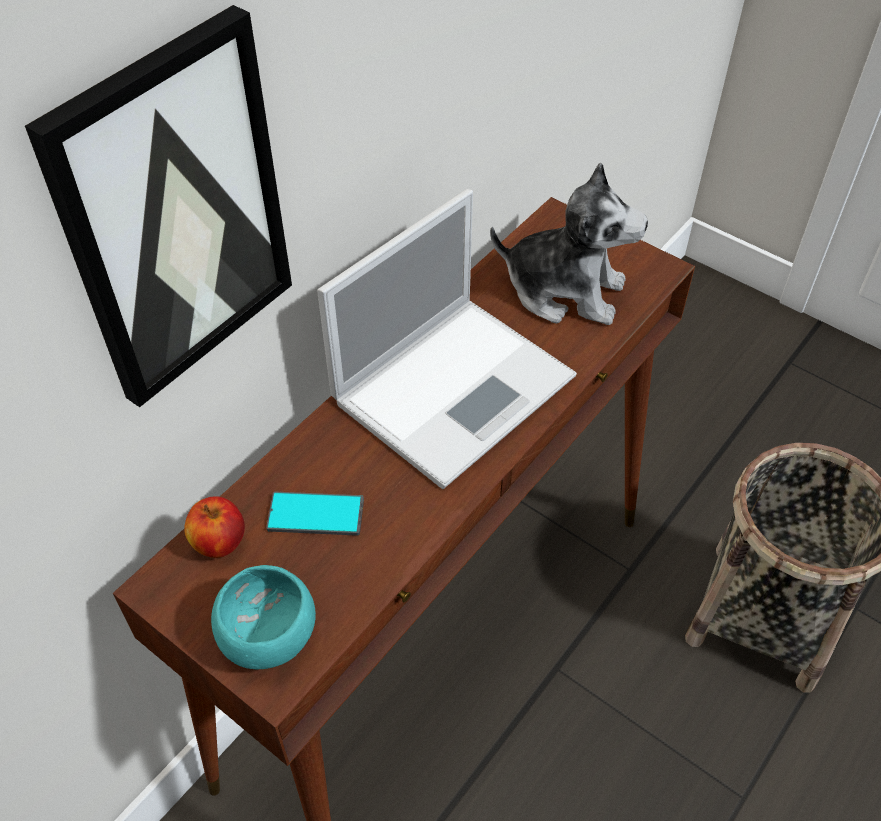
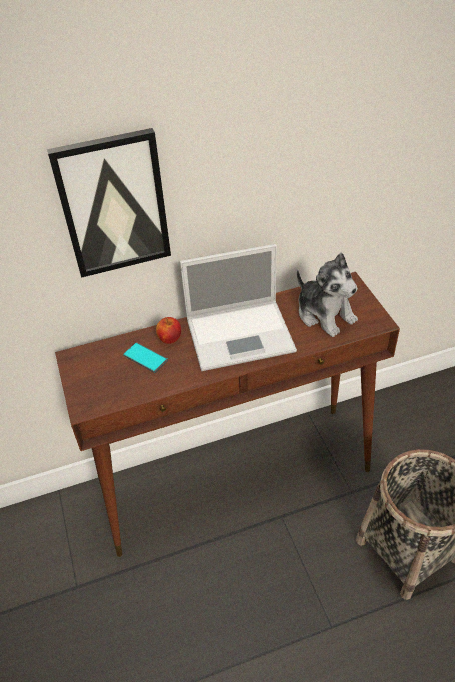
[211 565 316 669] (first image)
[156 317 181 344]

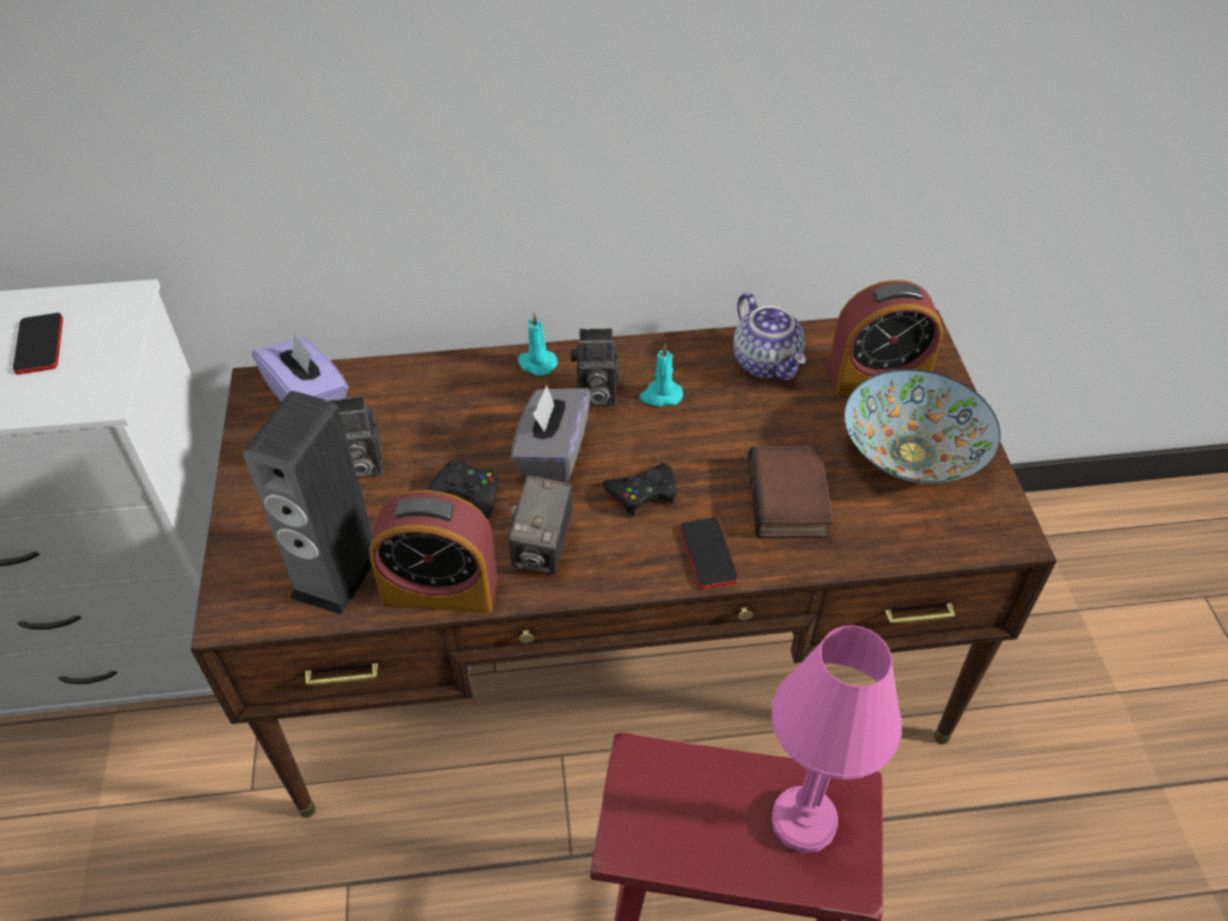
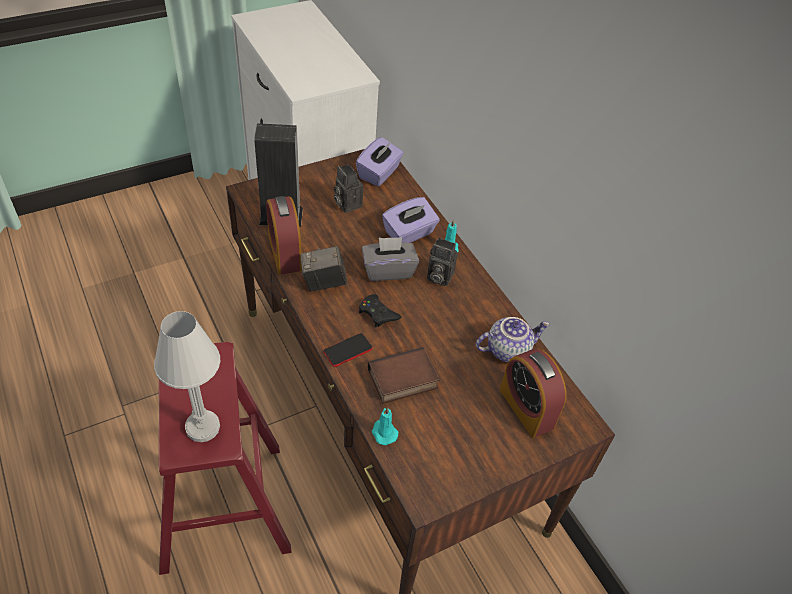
[13 313 63 375] (first image)
[427 459 498 520] (first image)
[844 369 1001 484] (first image)
[382 197 440 243]
[372 407 398 445]
[154 311 220 442]
[427 238 458 286]
[476 317 550 362]

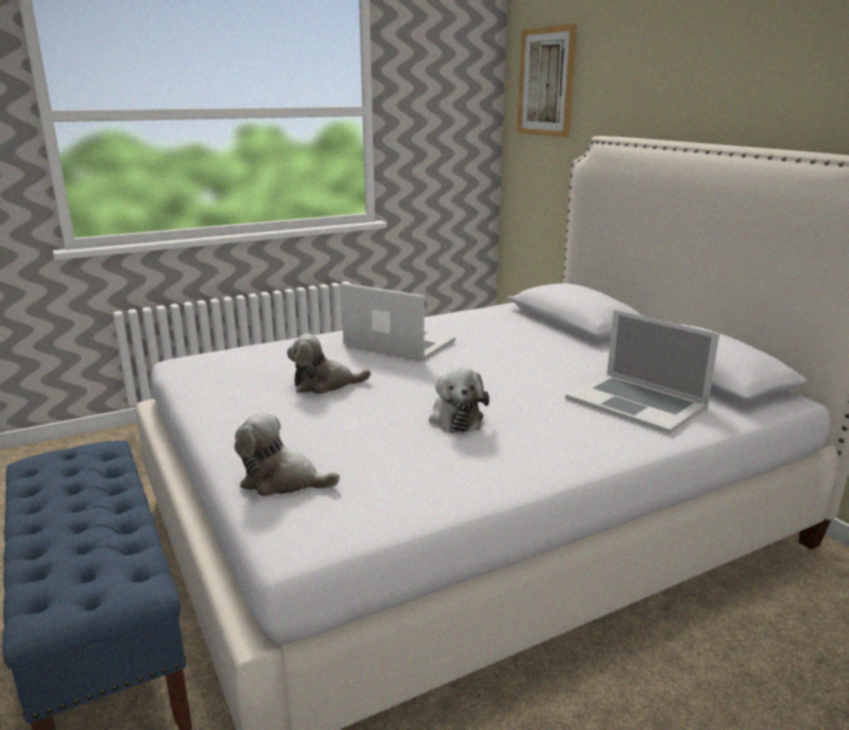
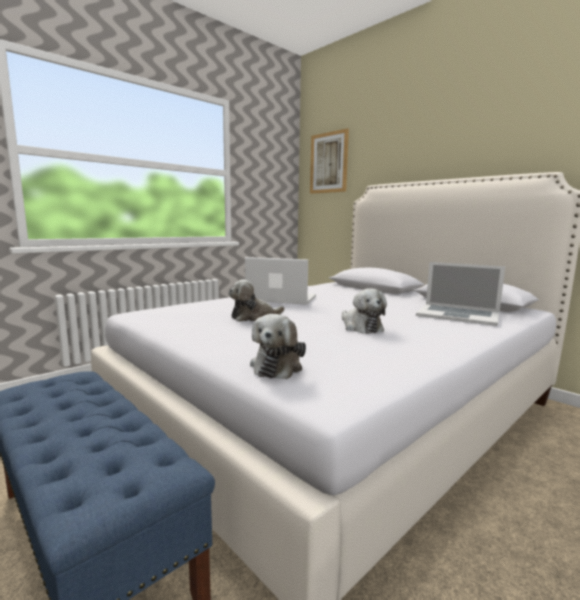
[250 314 306 379]

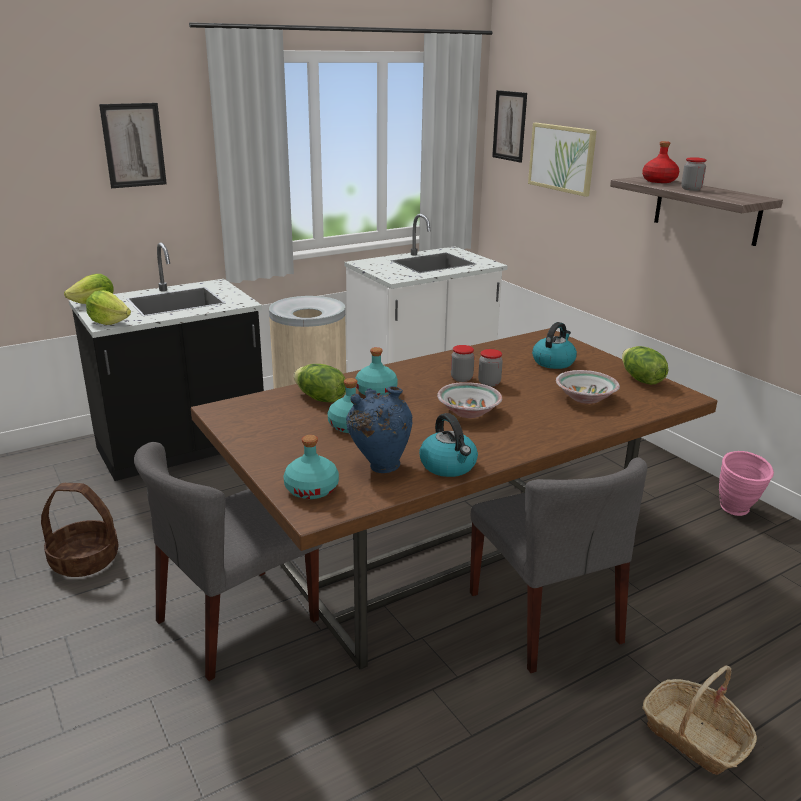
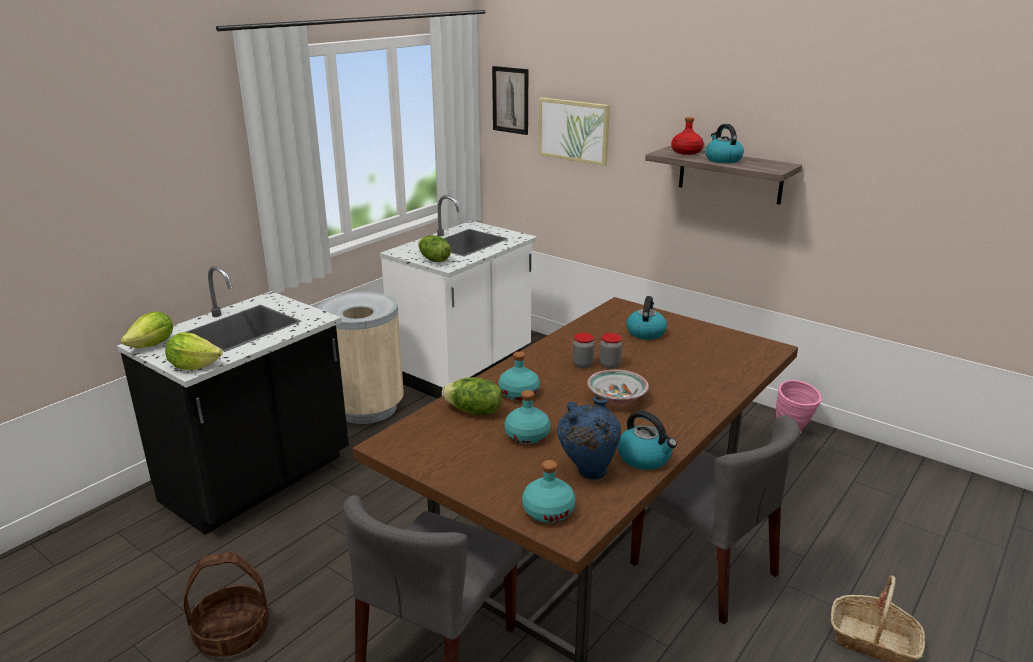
[99 103 167 188] (first image)
[556 370 620 404] (first image)
[418 235 451 262]
[705 124 744 163]

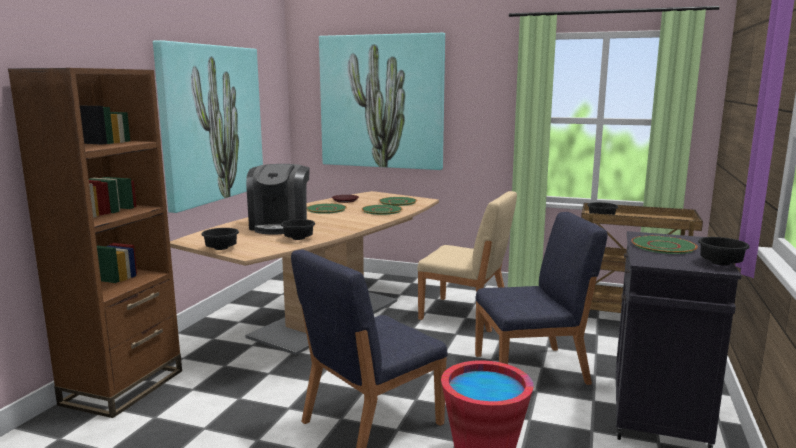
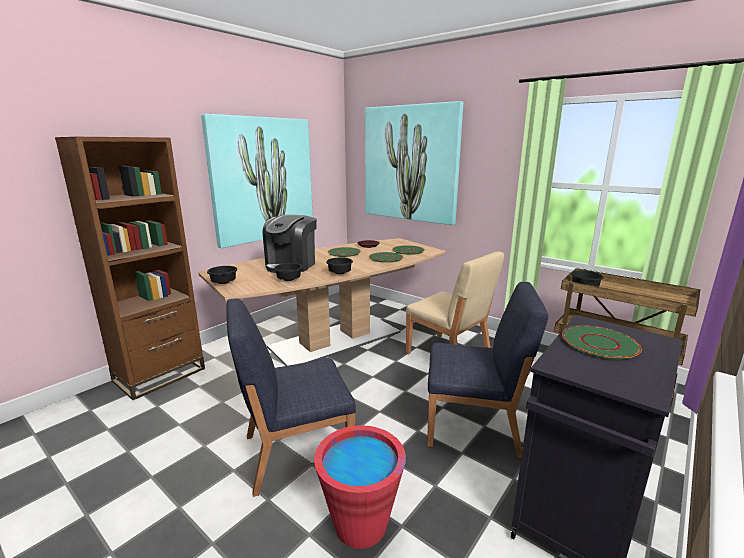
[326 257 353 274]

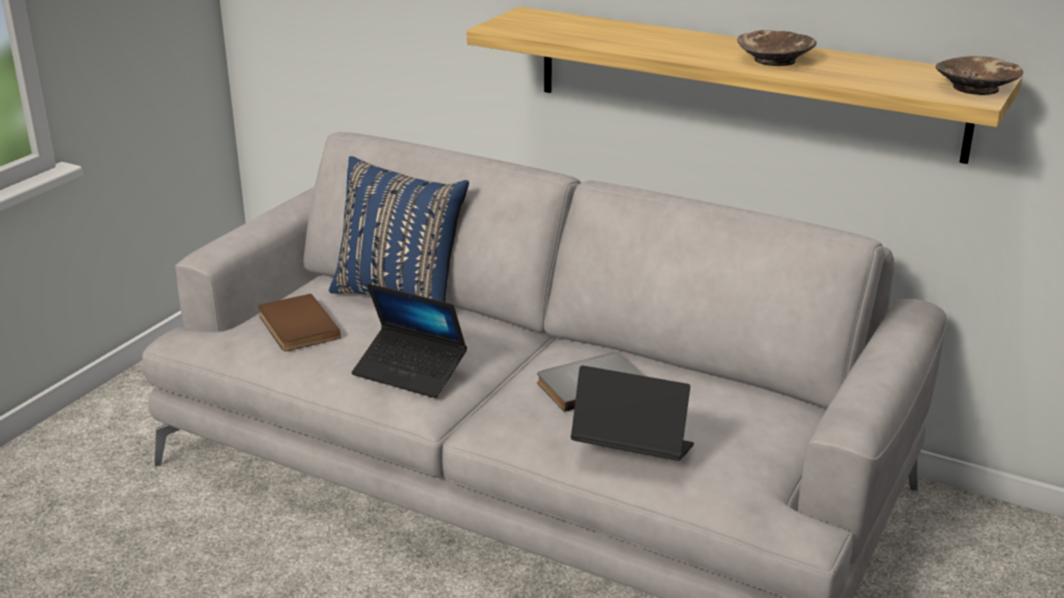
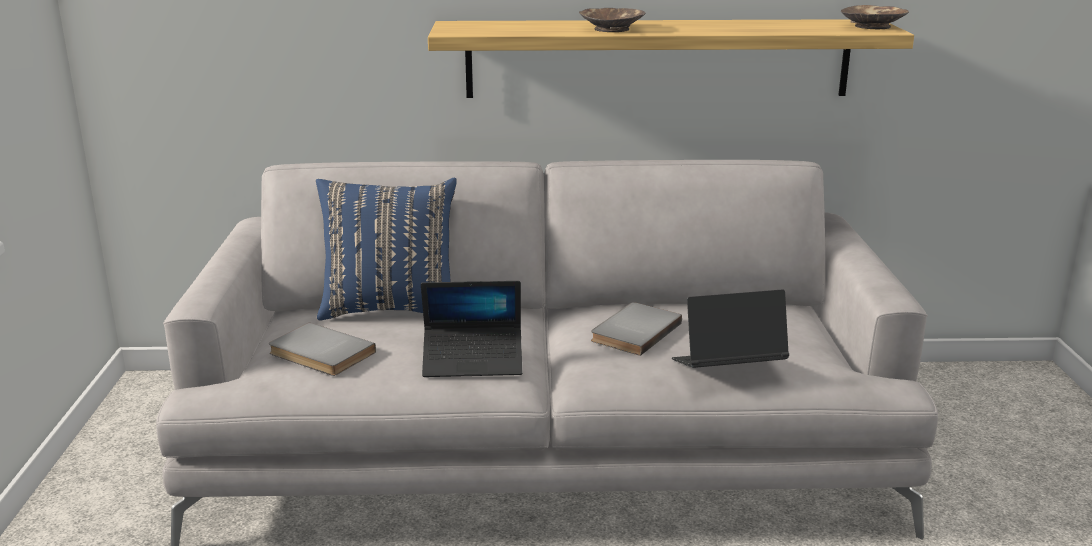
[579 8 646 32]
[269 322 376 376]

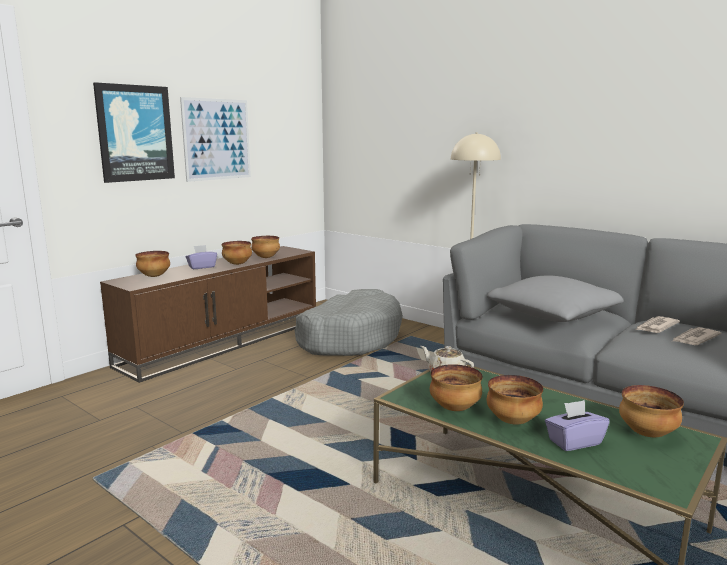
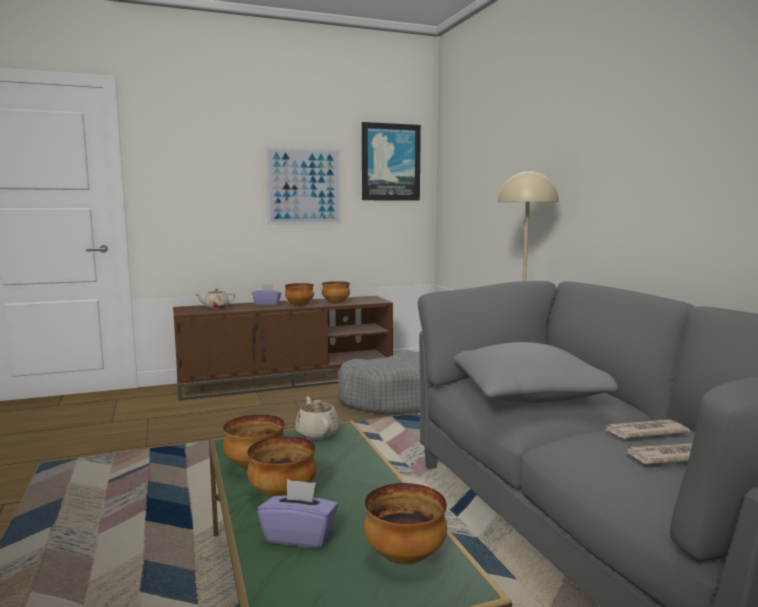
[362 122 421 201]
[196 288 235 309]

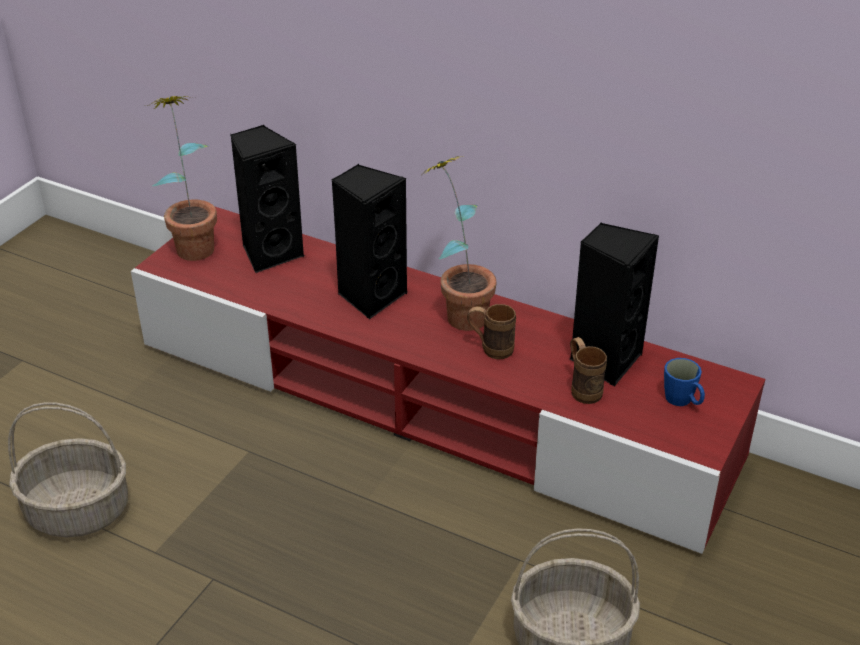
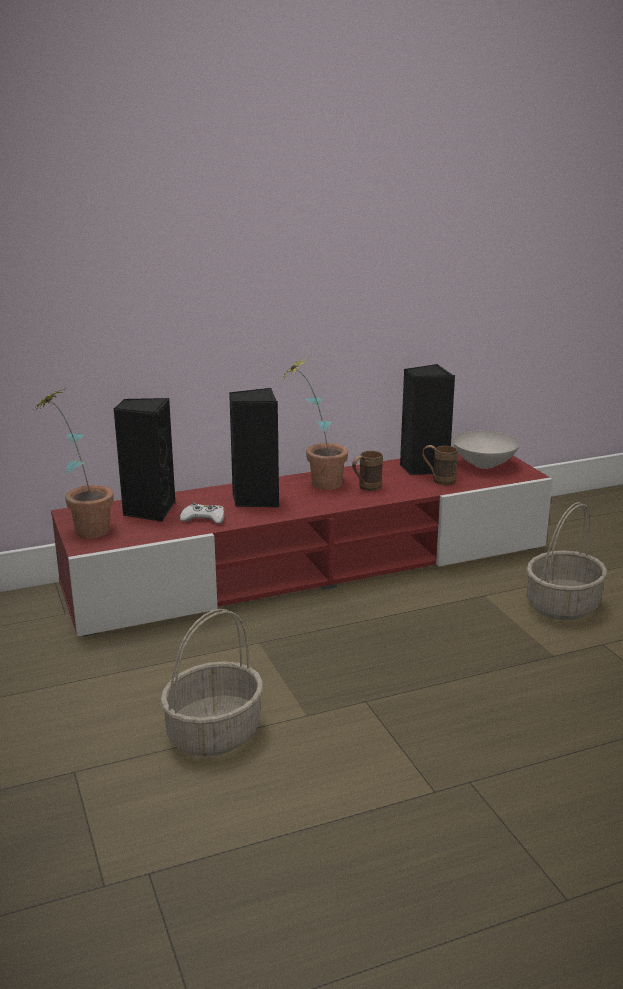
[180 502 224 524]
[453 431 520 469]

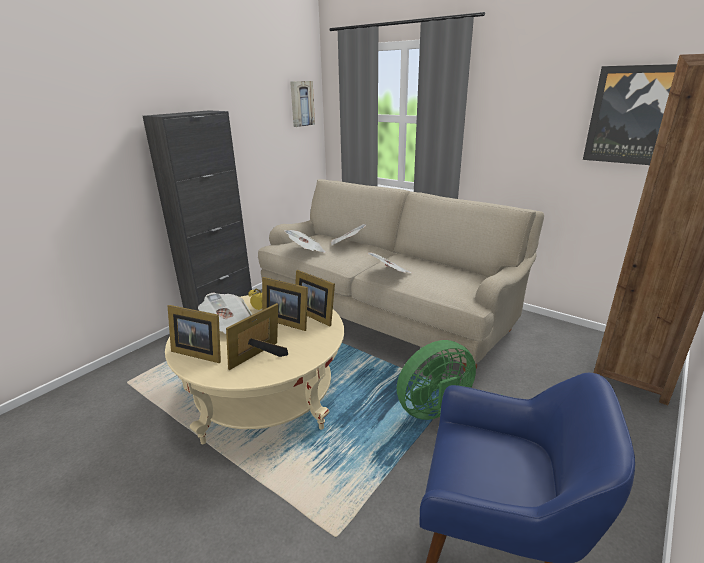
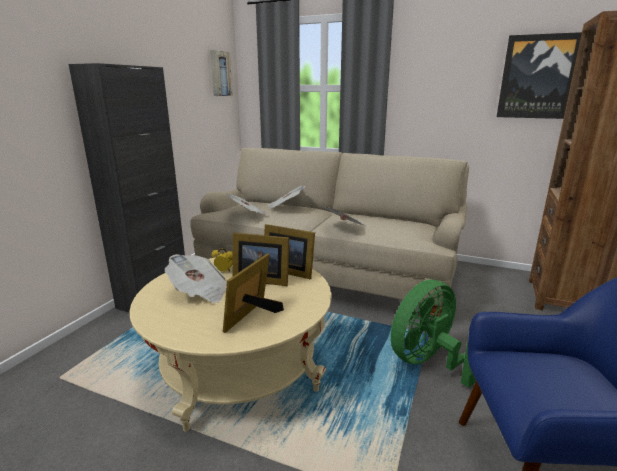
[168 305 221 363] (first image)

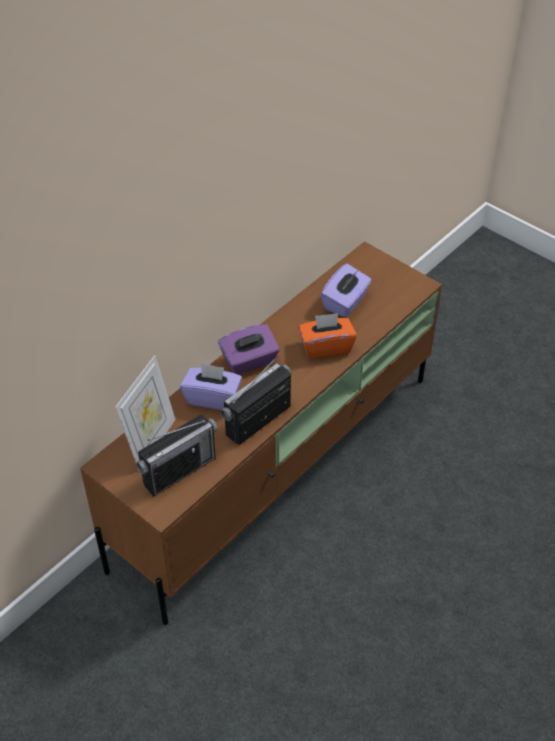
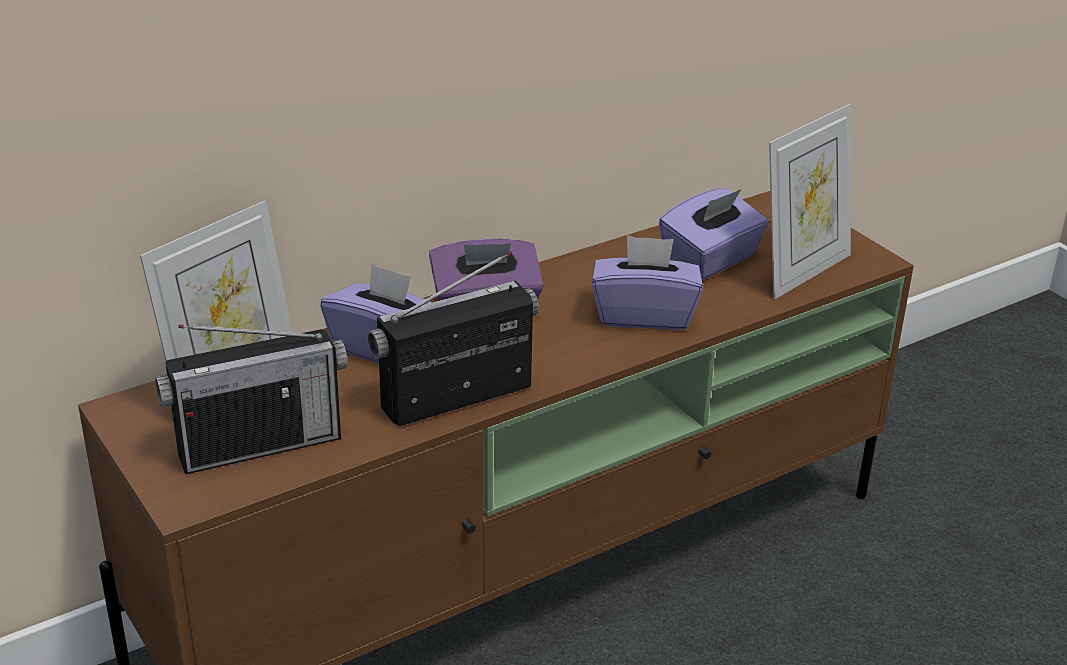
[769 104 851 300]
[592 235 703 330]

